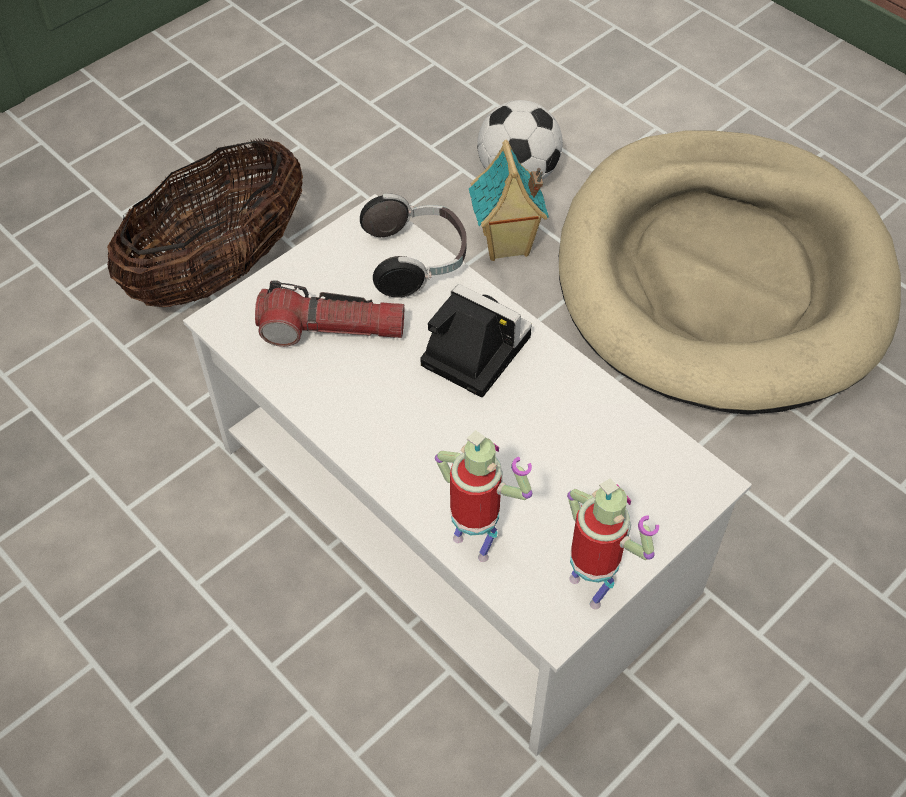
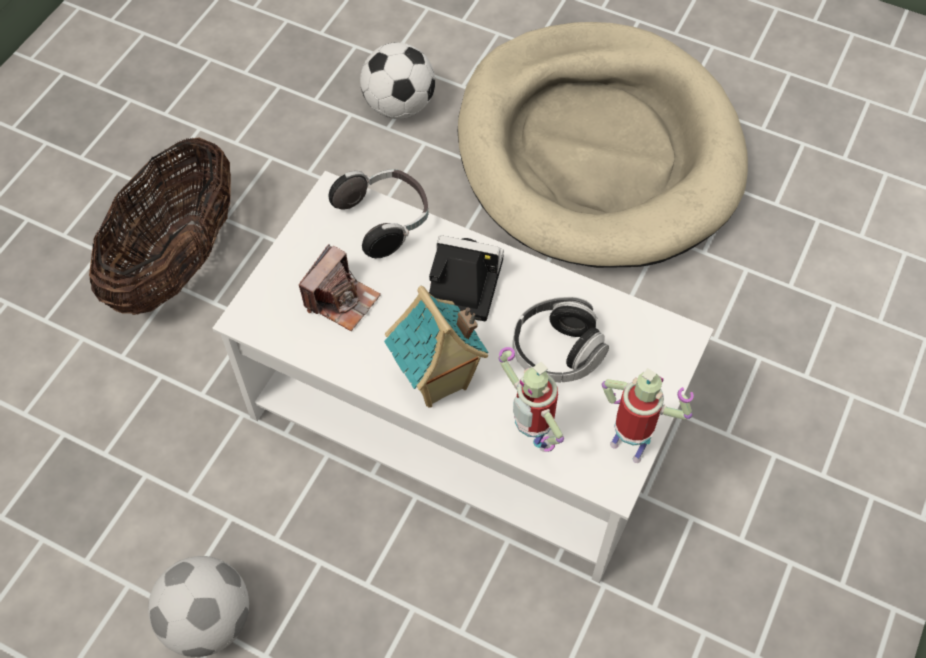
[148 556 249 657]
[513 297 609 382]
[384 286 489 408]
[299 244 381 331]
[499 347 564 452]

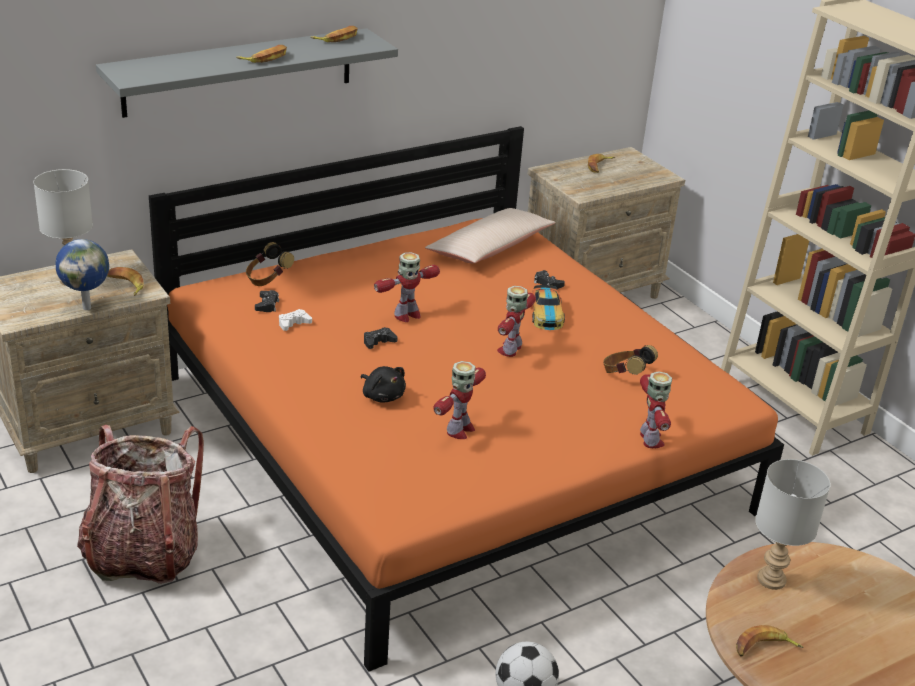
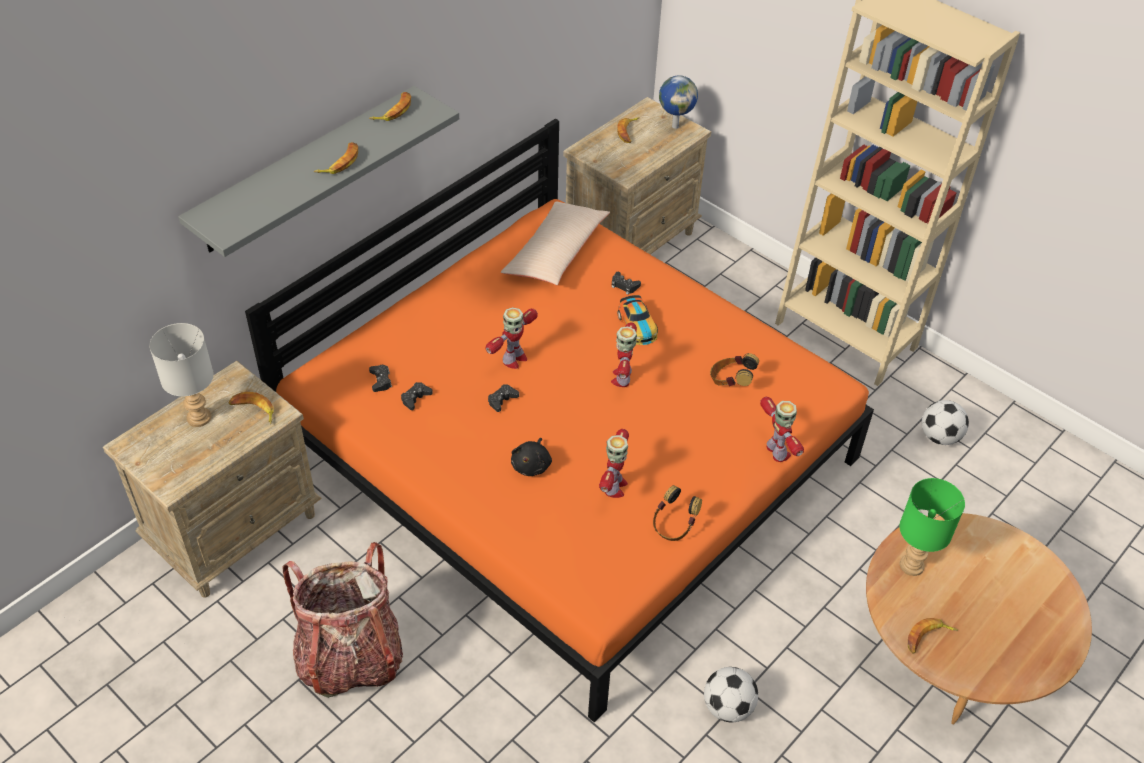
[922 400 969 445]
[659 75 698 129]
[653 485 702 541]
[401 382 433 410]
[899 478 965 576]
[511 438 552 476]

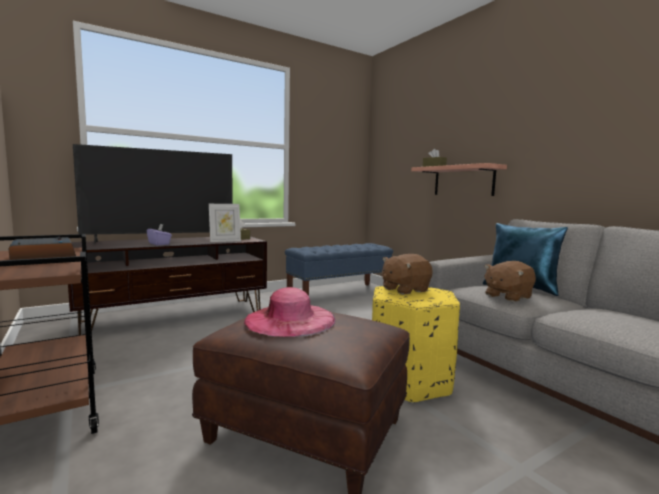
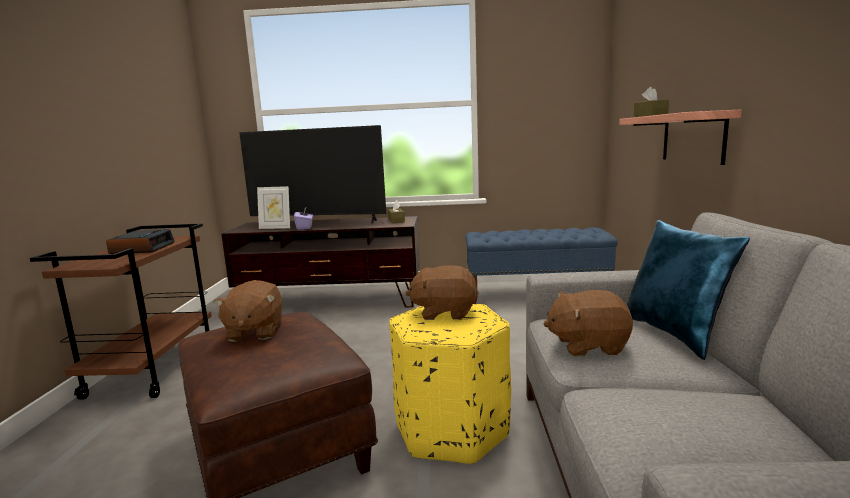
[257 186 290 229]
[214 280 282 342]

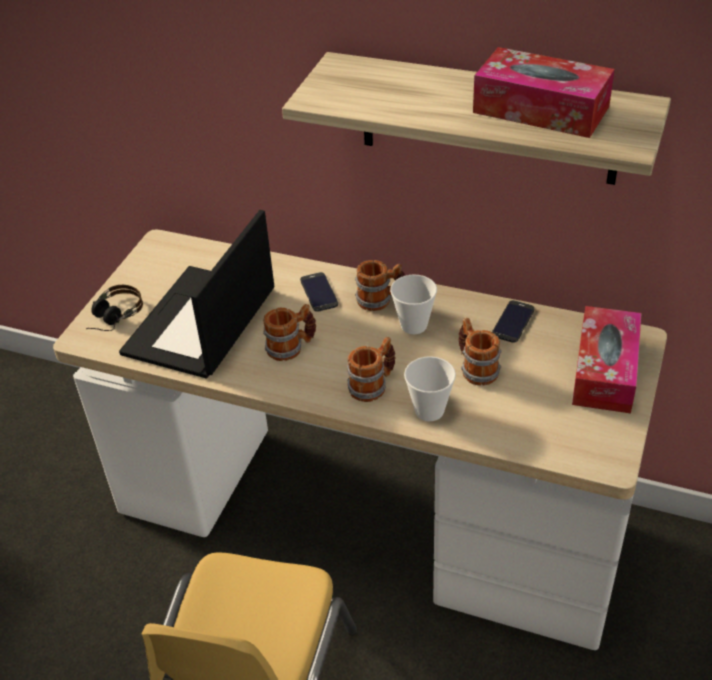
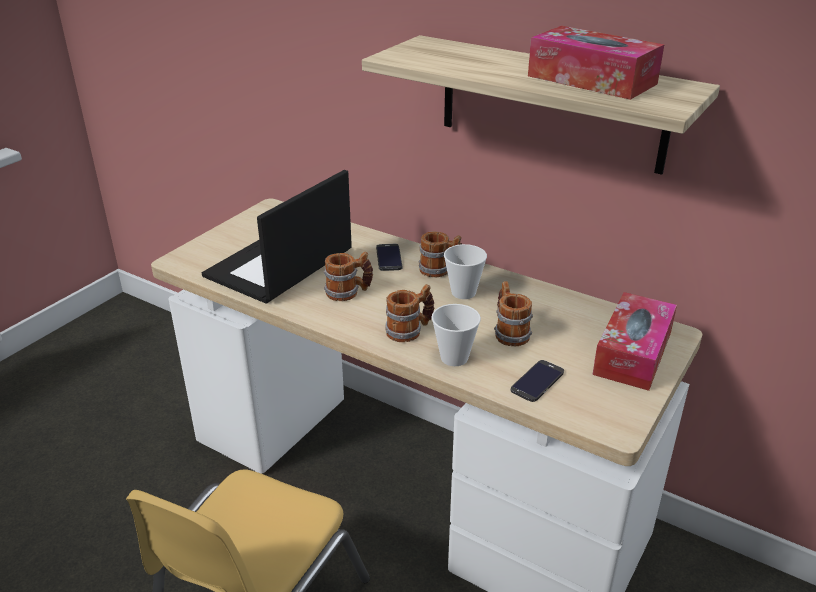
[86 285 143 331] (first image)
[511 360 564 402]

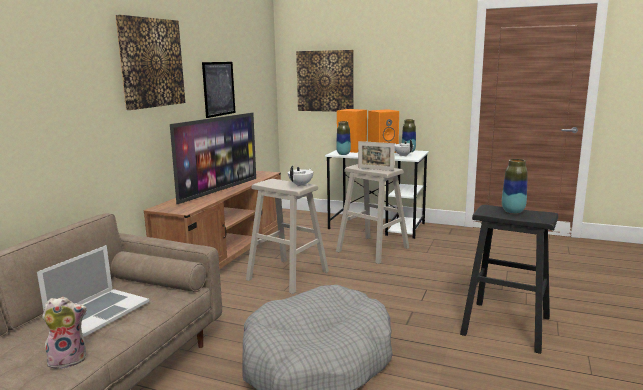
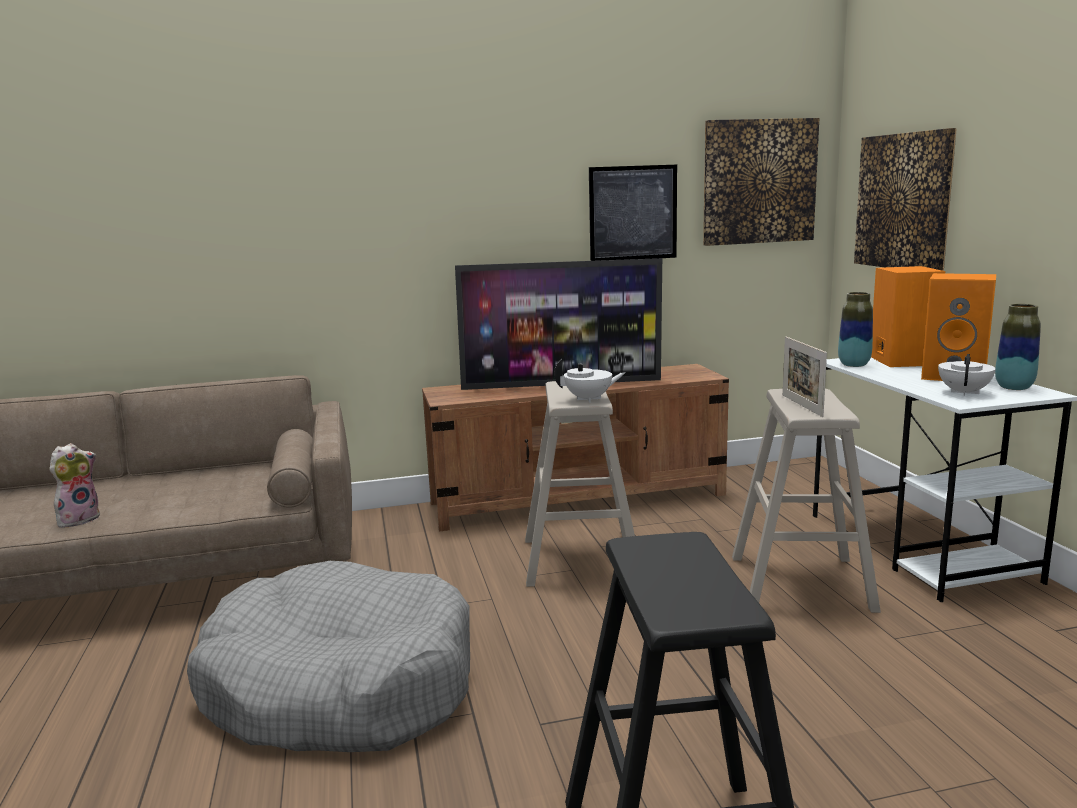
[37 245 149 337] (first image)
[502 159 528 214] (first image)
[703 118 819 246]
[50 443 100 528]

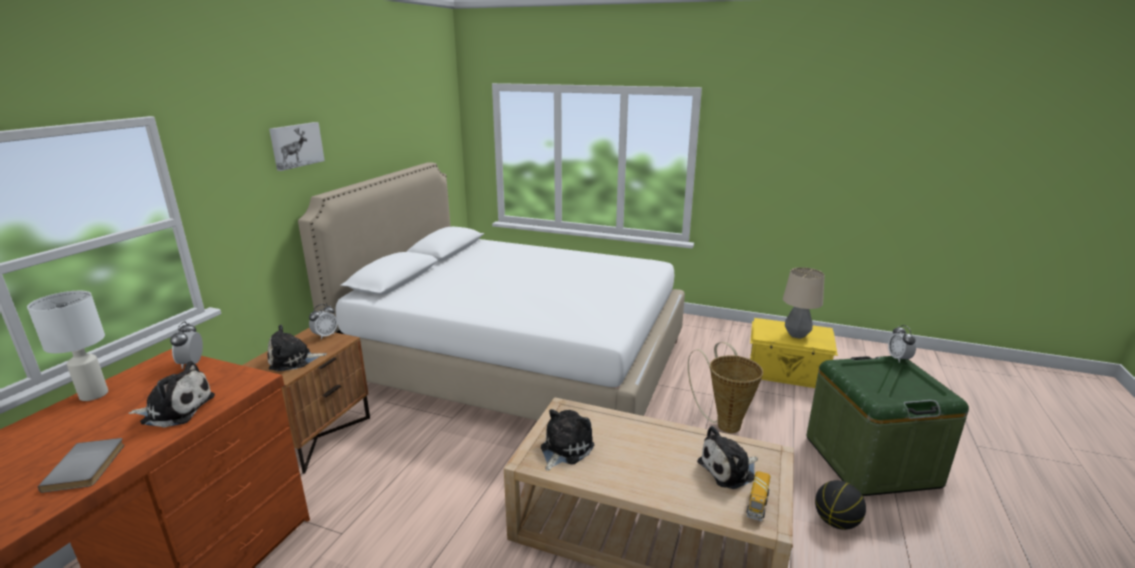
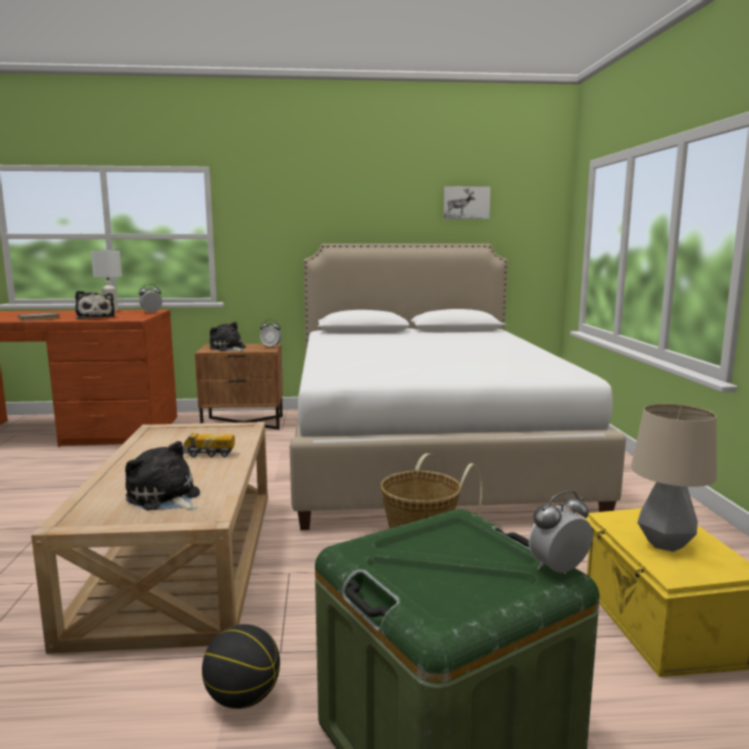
[541 409 594 471] (first image)
[443 186 491 219]
[183 433 235 457]

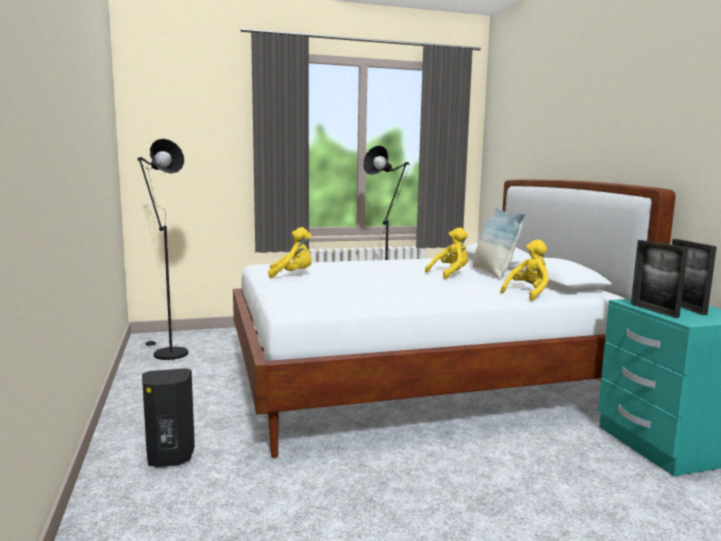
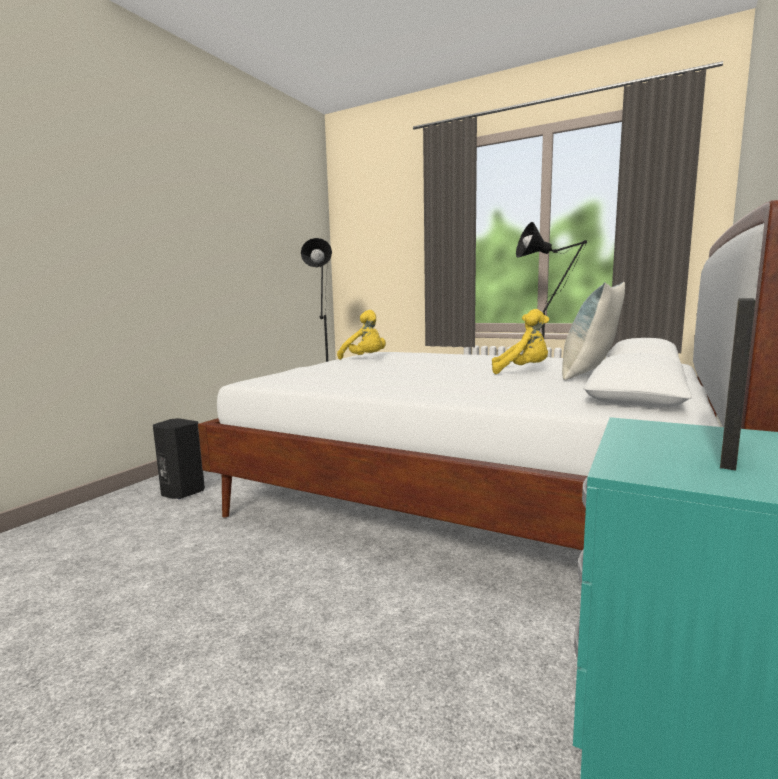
[500 239 549 301] (first image)
[631 240 688 318] (first image)

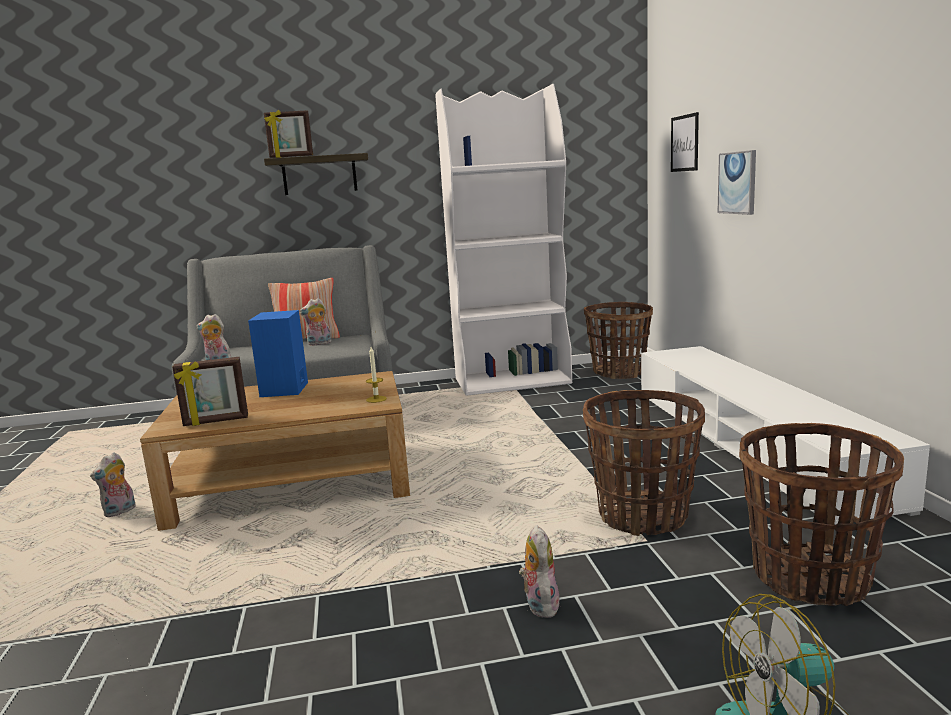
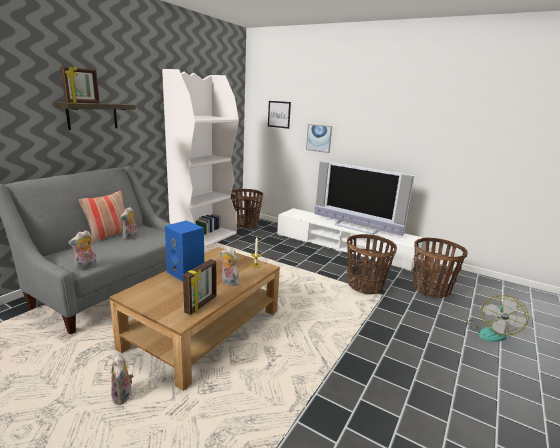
[314 161 415 236]
[220 247 239 286]

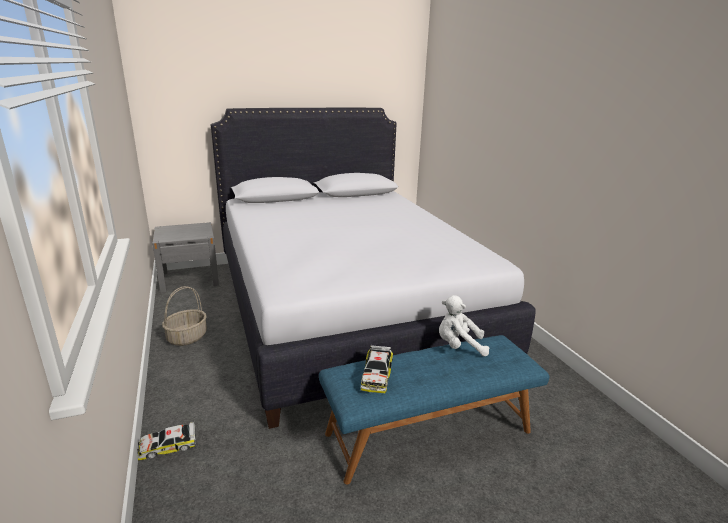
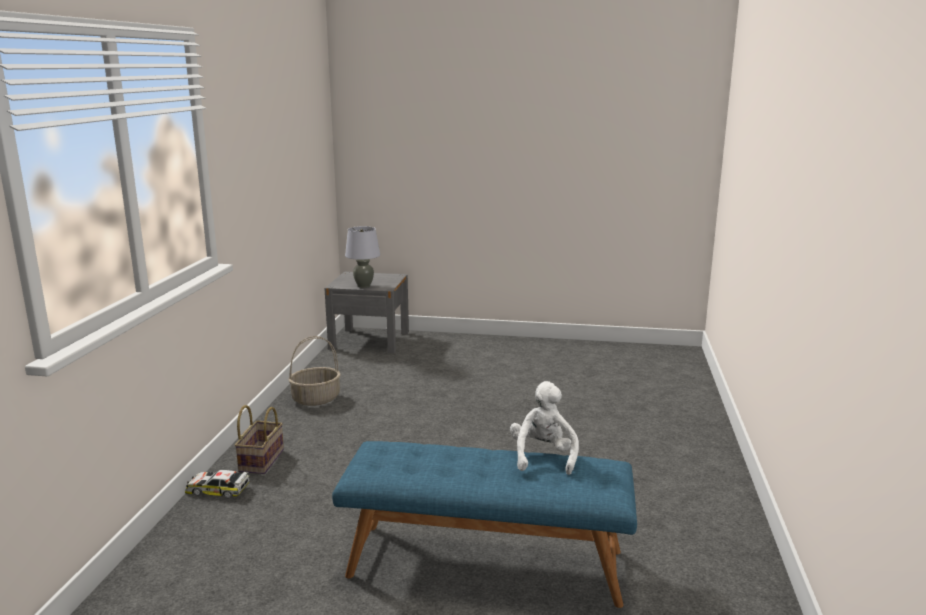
[211 108 536 429] (first image)
[361 345 393 393] (first image)
[235 405 284 474]
[345 226 380 288]
[510 381 579 475]

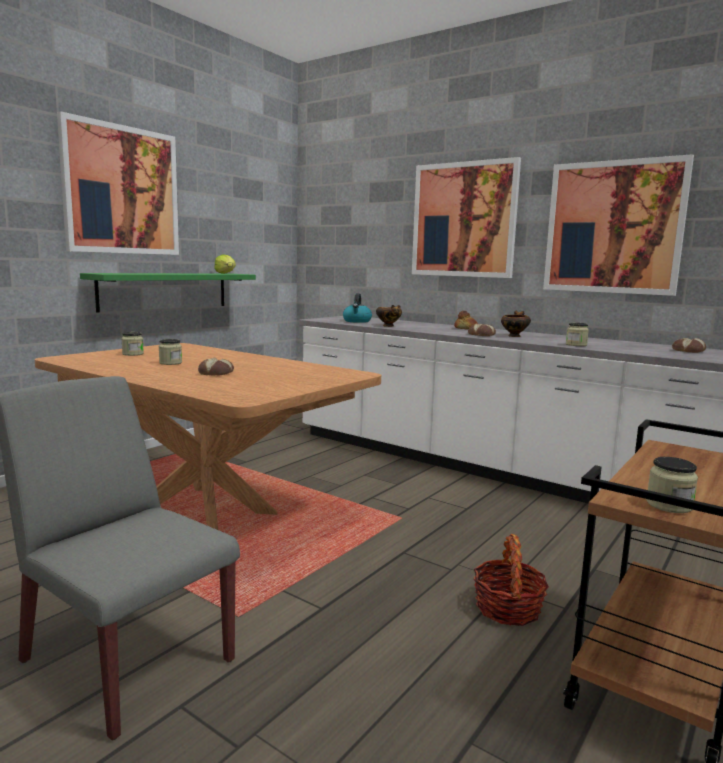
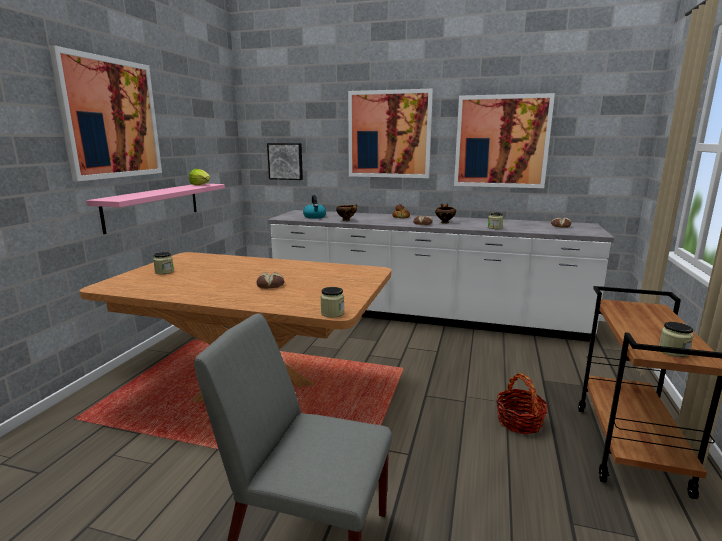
[267 143 303 180]
[320 287 344 318]
[86 184 225 234]

